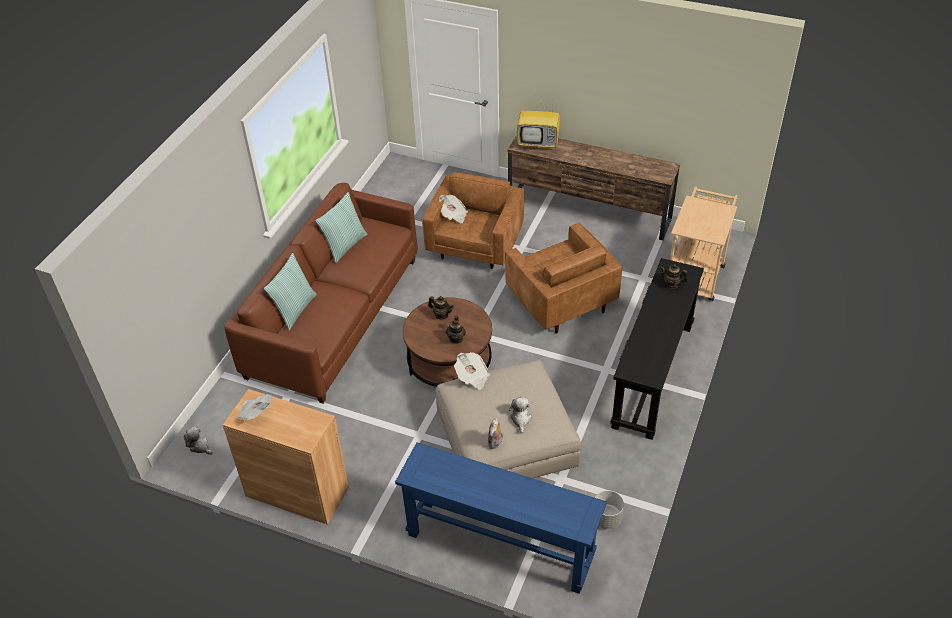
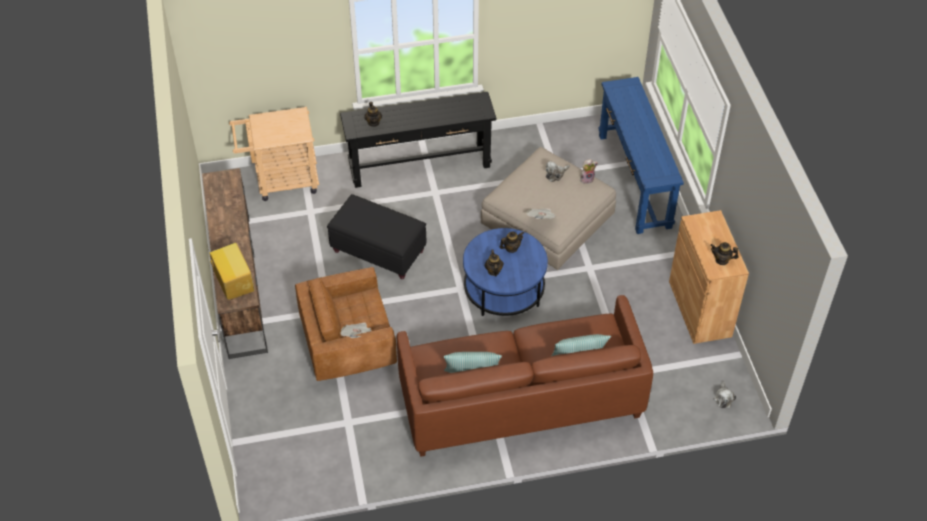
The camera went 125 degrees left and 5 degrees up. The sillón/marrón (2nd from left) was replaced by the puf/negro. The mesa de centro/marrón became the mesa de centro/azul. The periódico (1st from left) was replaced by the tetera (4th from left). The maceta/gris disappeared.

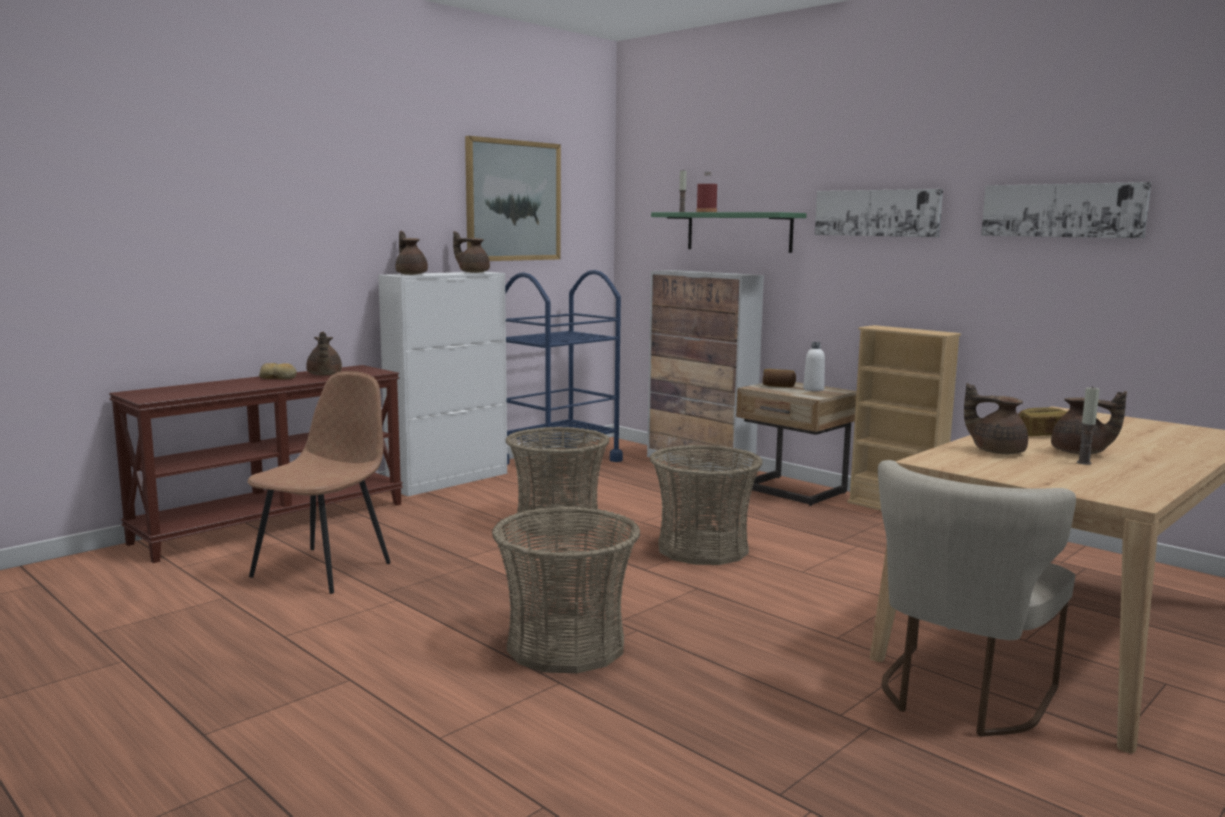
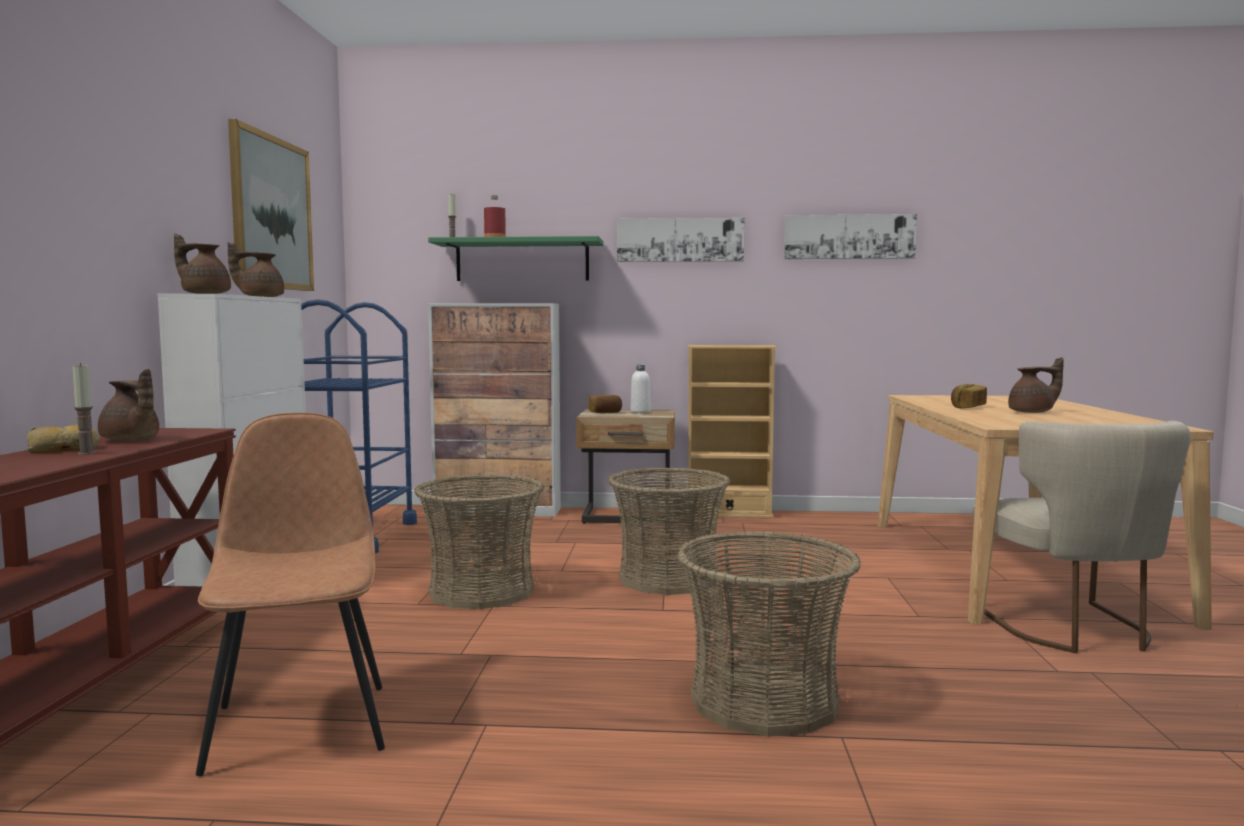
The camera went 40 degrees left and 5 degrees down. The vela (2nd from left in the first image) moved. The tetera/marrón (4th from left) disappeared.

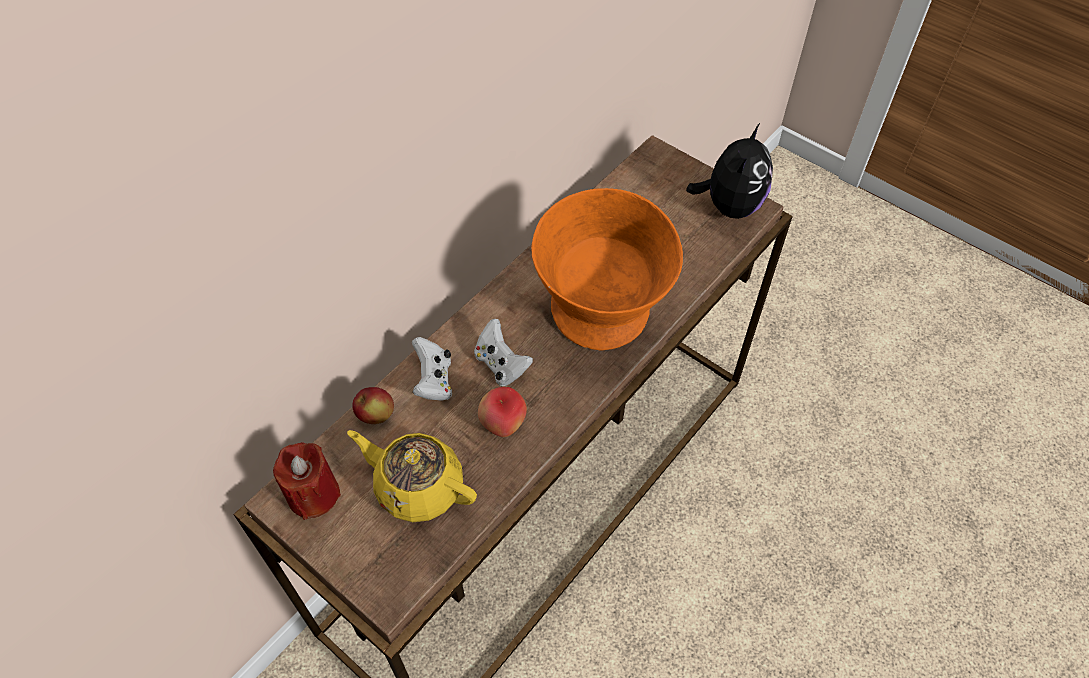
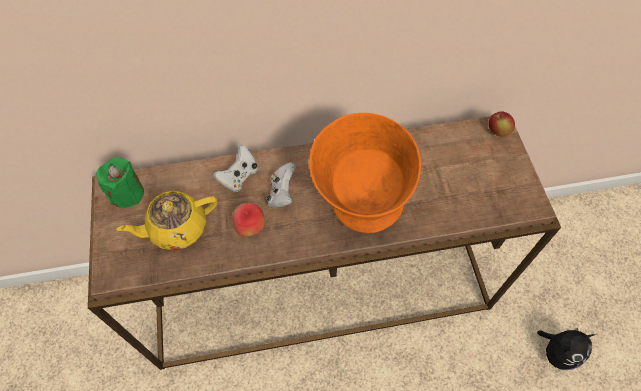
The camera went 40 degrees right and 5 degrees up. The vela/rojo became the vela/verde. The tetera/amarillo turned 90 degrees counterclockwise. The manzana (1st from left in the first image) moved. The peluche moved.

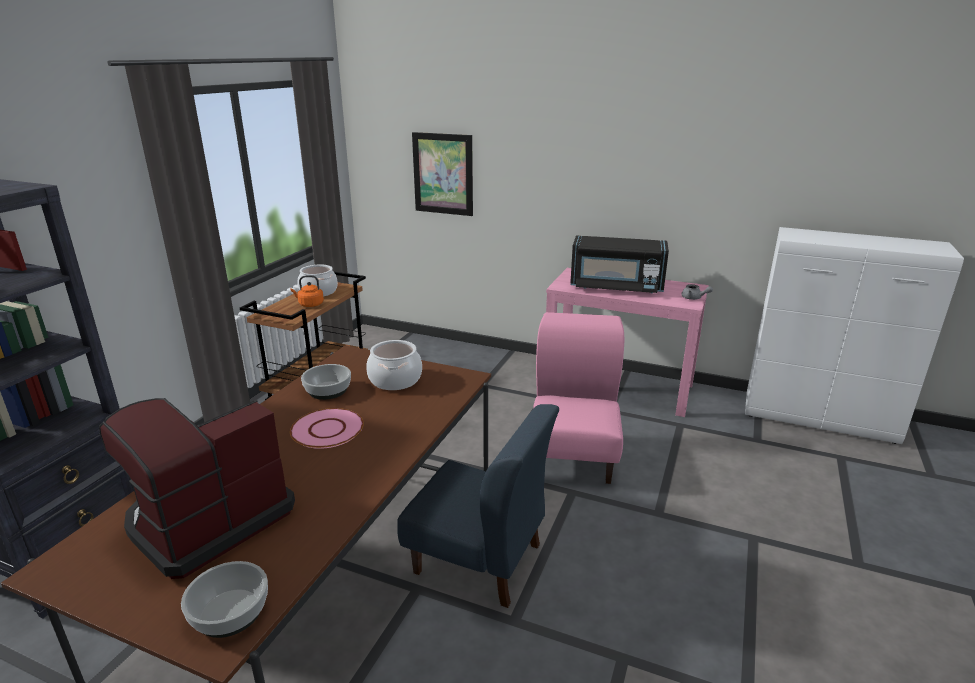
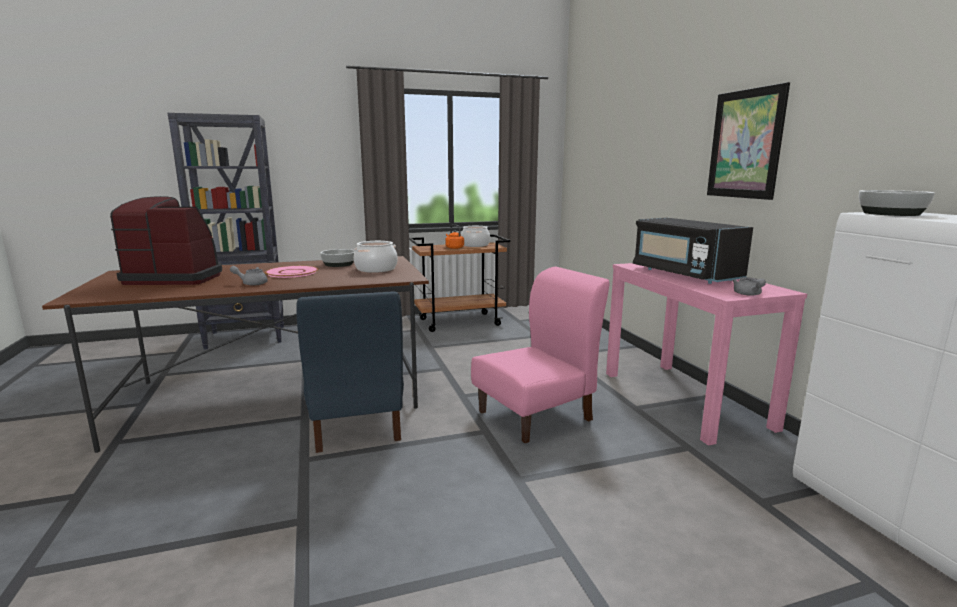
The camera went 50 degrees right and 10 degrees down. The tetera/gris (1st from left) appeared. The cuadro moved. The cuenco (1st from left in the first image) moved.

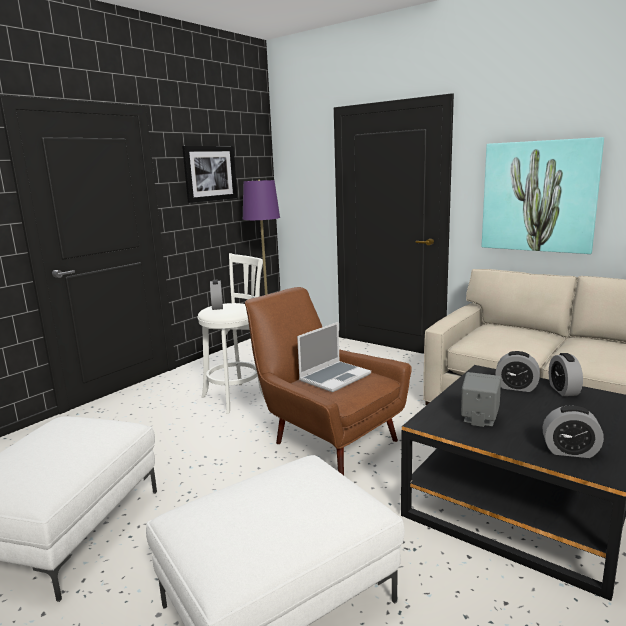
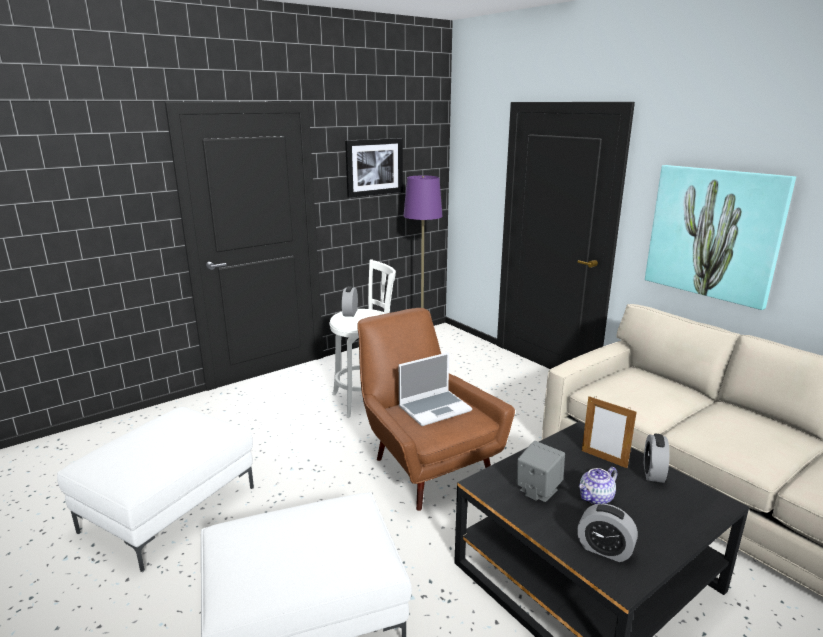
The camera went 15 degrees right and 5 degrees up. The tetera appeared. The despertador (2nd from left) was replaced by the portarretratos.

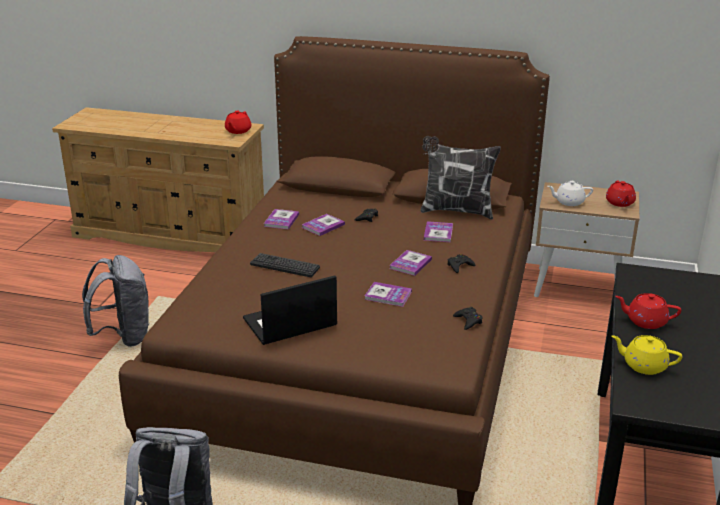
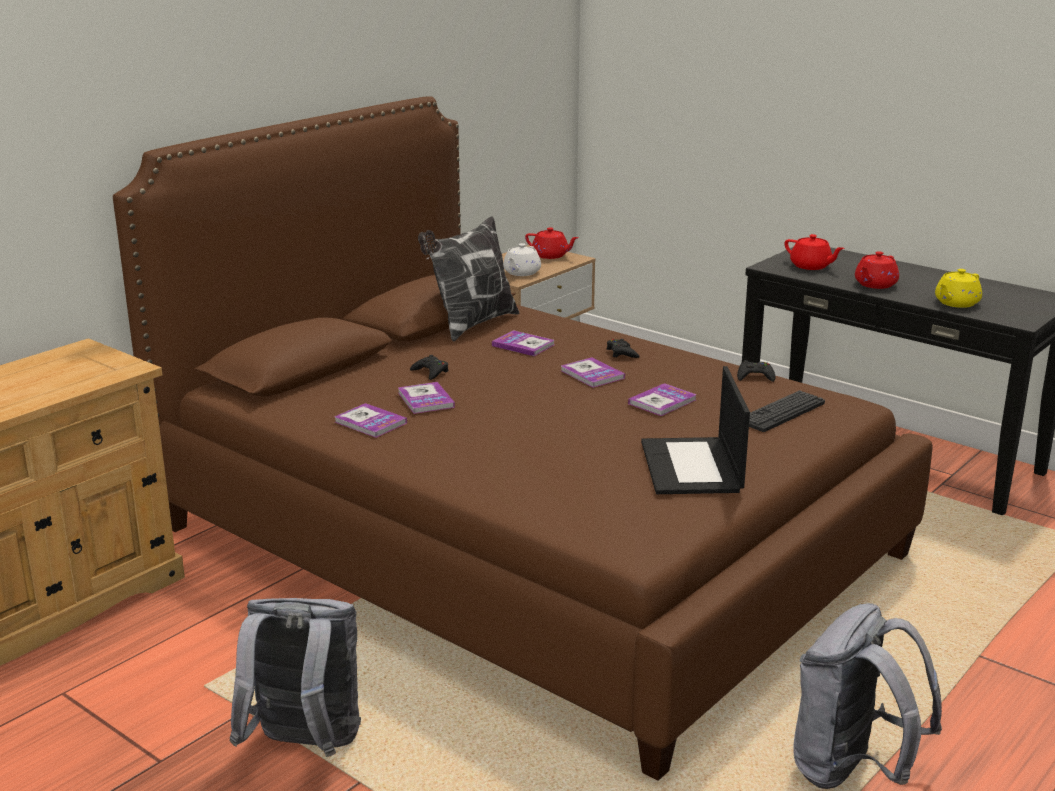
The camera went 65 degrees left and 5 degrees down. The teclado moved. The tetera/rojo (1st from left in the first image) moved.

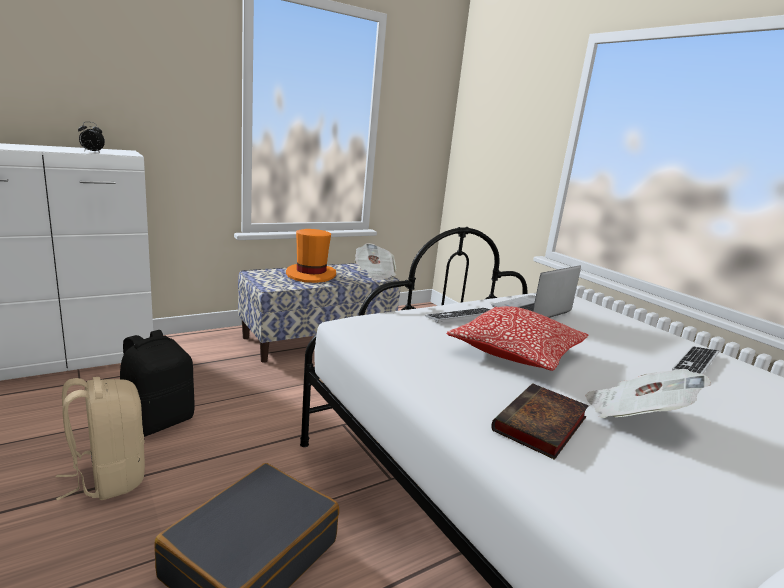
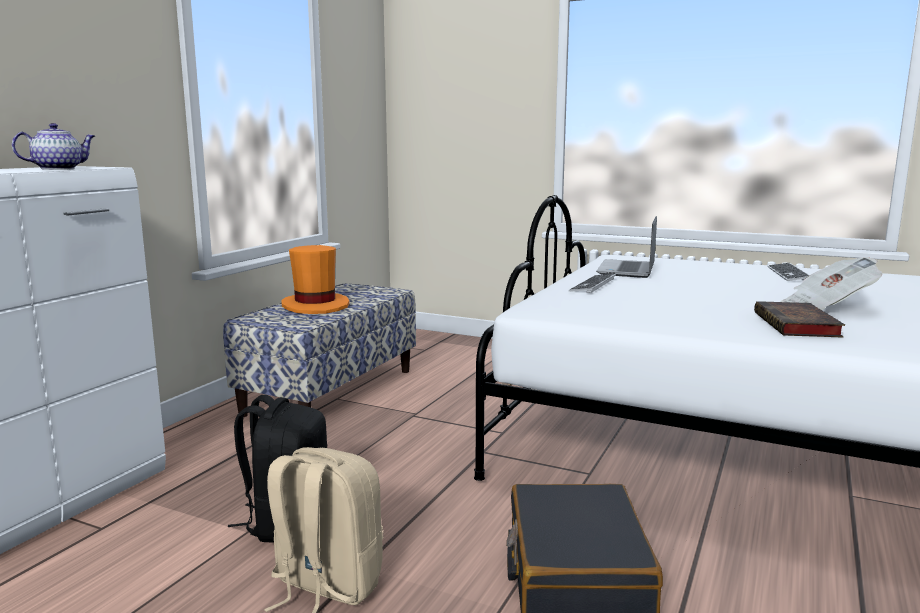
The camera went 30 degrees left and 5 degrees down. The despertador was replaced by the tetera. The periódico (1st from left) disappeared. The cojín disappeared.

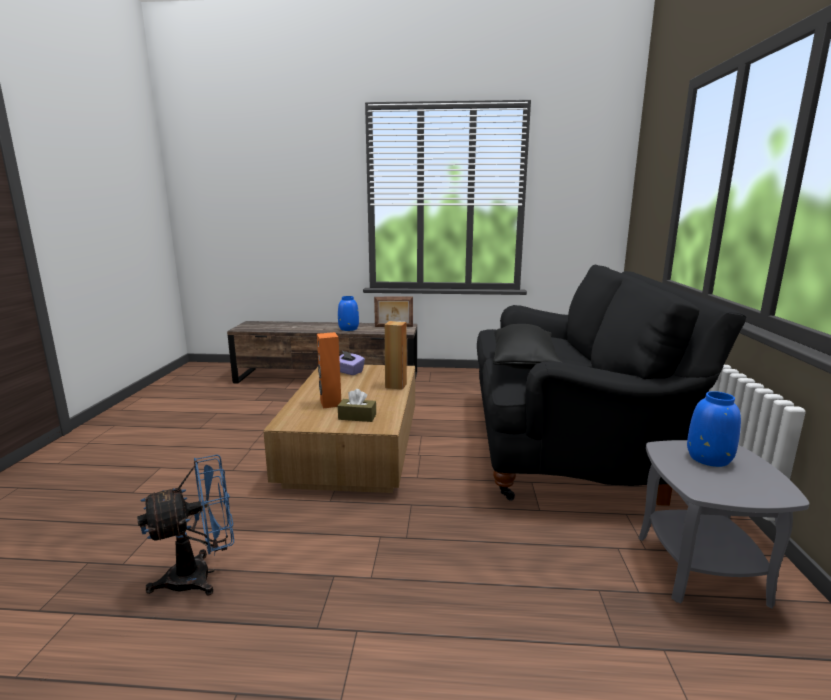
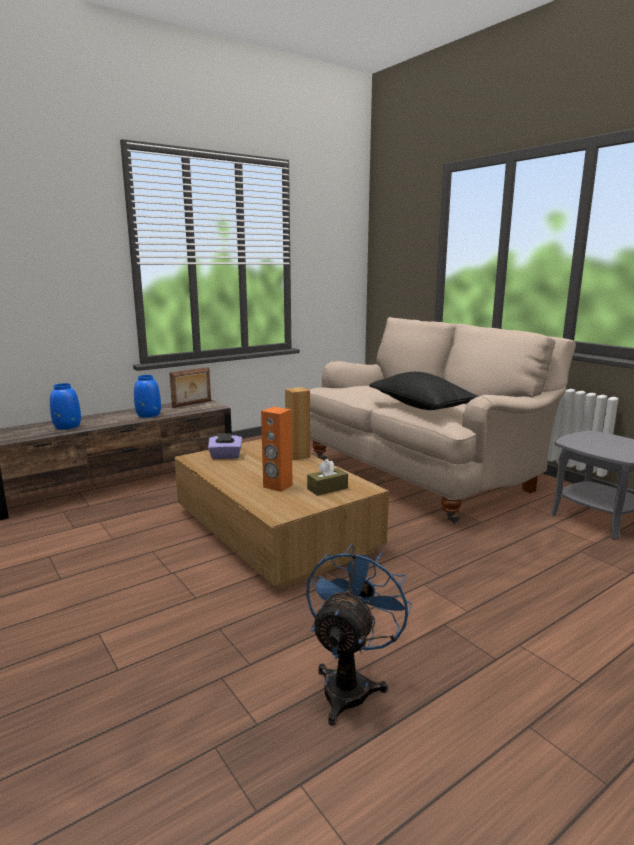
The camera went 40 degrees left and 0 degrees up. The florero/azul (2nd from left in the first image) moved. The sofá/negro became the sofá/beis.

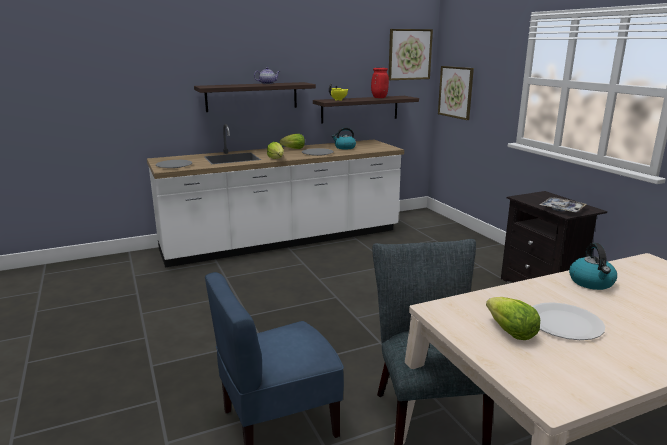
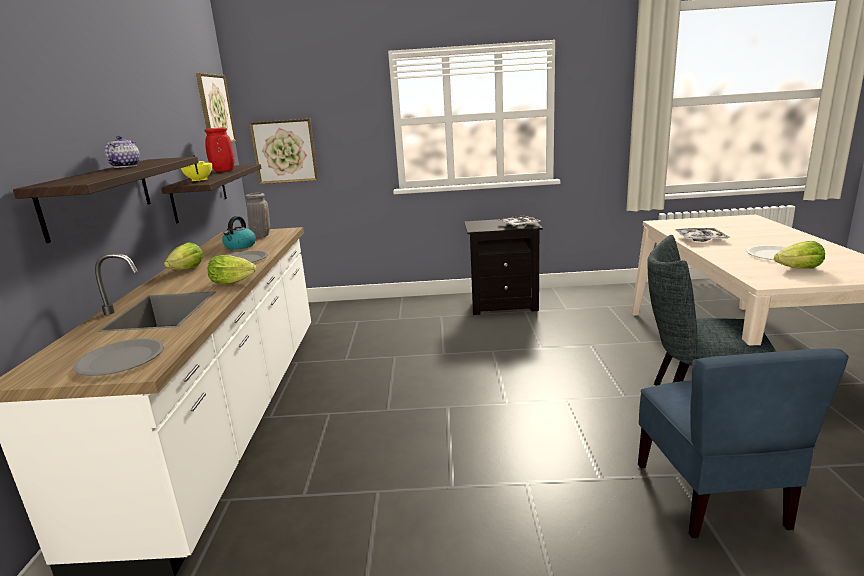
The camera went 65 degrees left and 0 degrees up. The florero/gris appeared. The hervidor (2nd from left) was replaced by the bandeja (2nd from left).

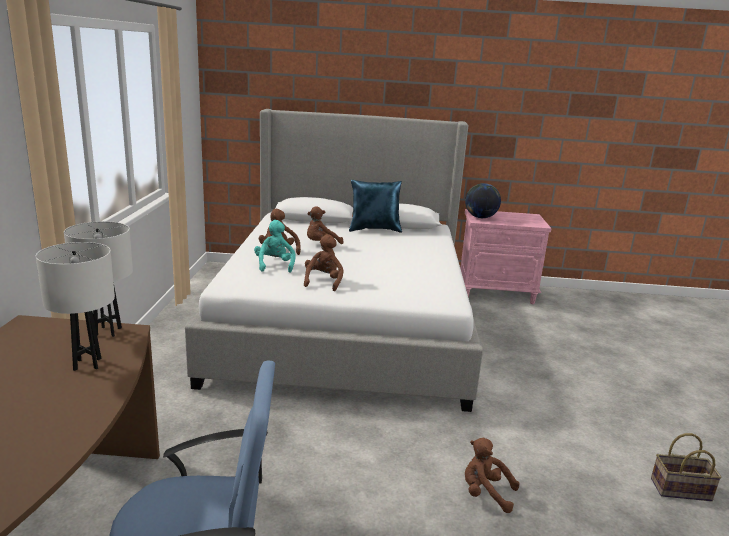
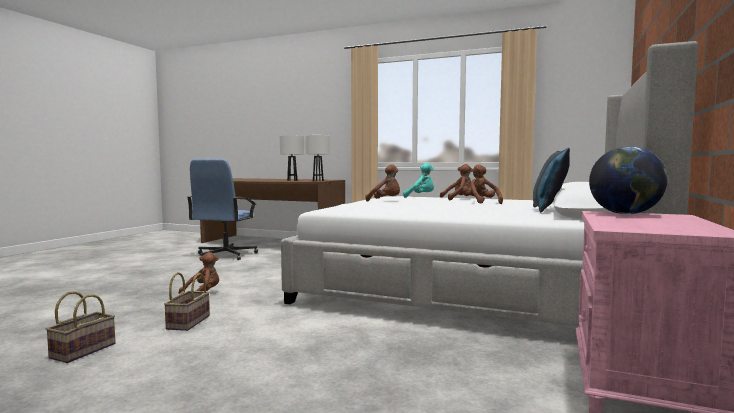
The camera went 110 degrees right and 15 degrees down. The cesta (2nd from left) appeared.

